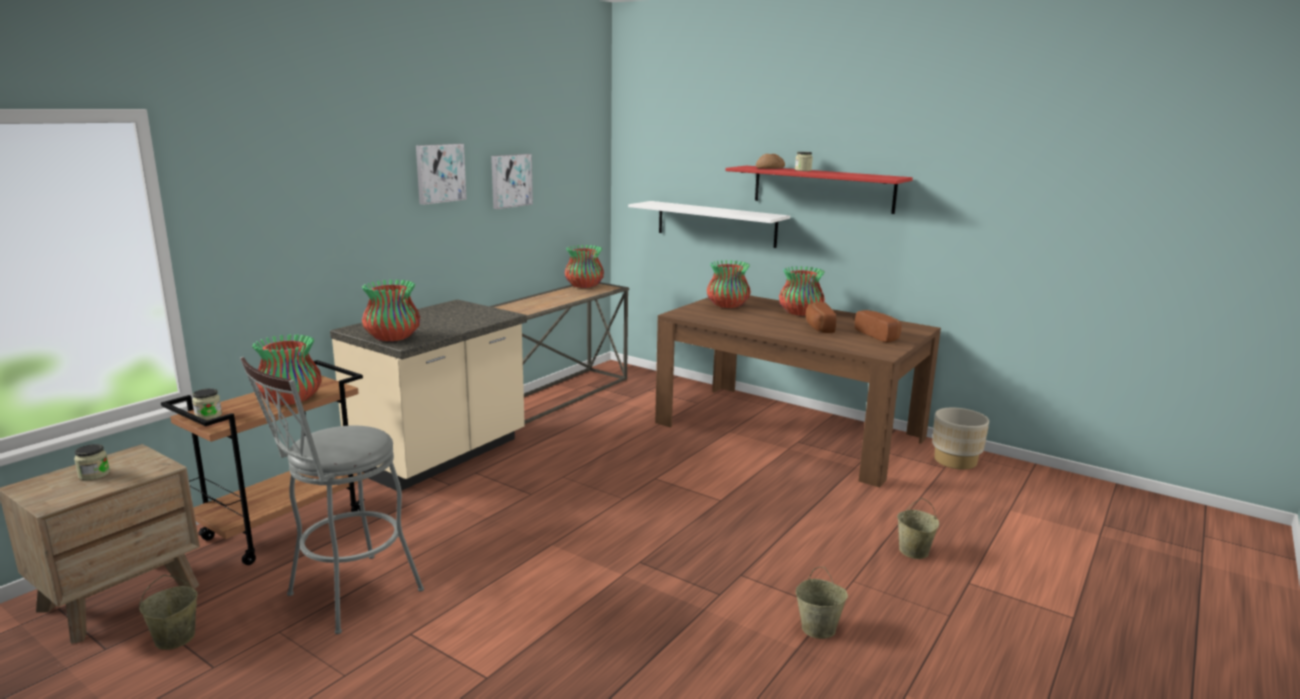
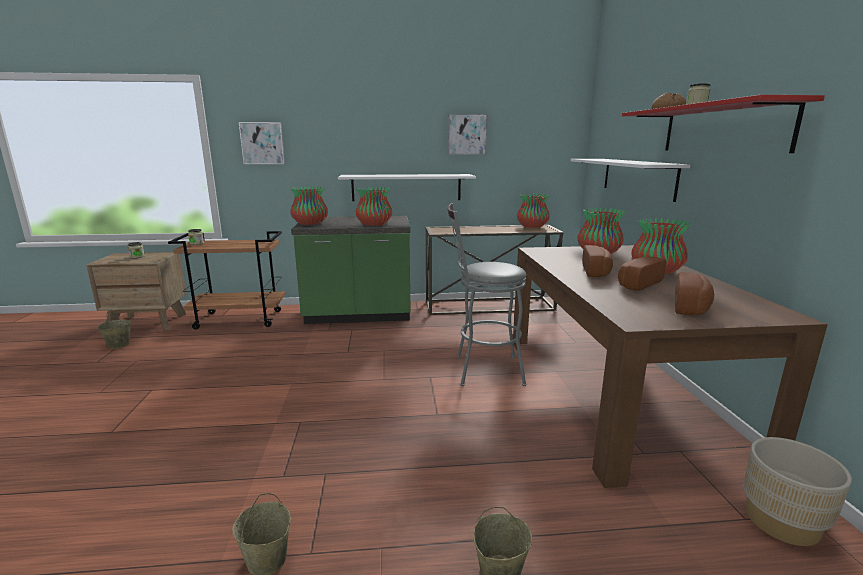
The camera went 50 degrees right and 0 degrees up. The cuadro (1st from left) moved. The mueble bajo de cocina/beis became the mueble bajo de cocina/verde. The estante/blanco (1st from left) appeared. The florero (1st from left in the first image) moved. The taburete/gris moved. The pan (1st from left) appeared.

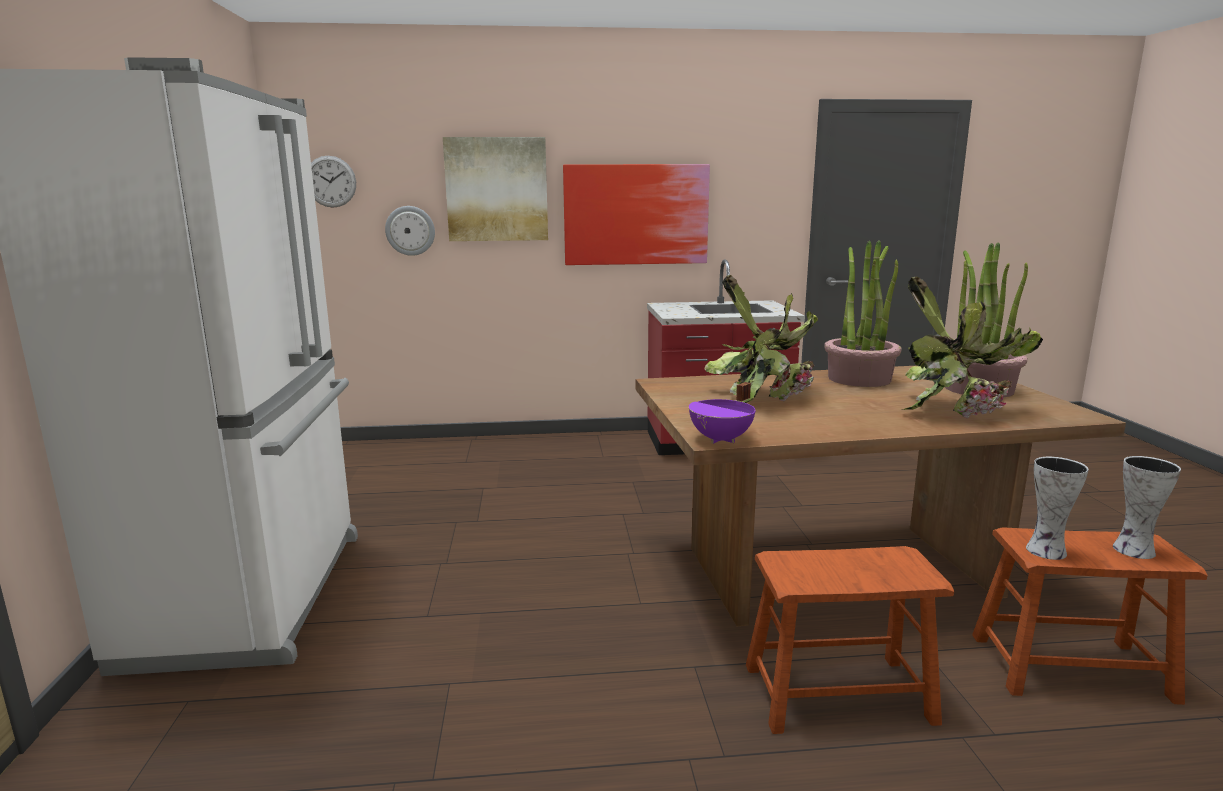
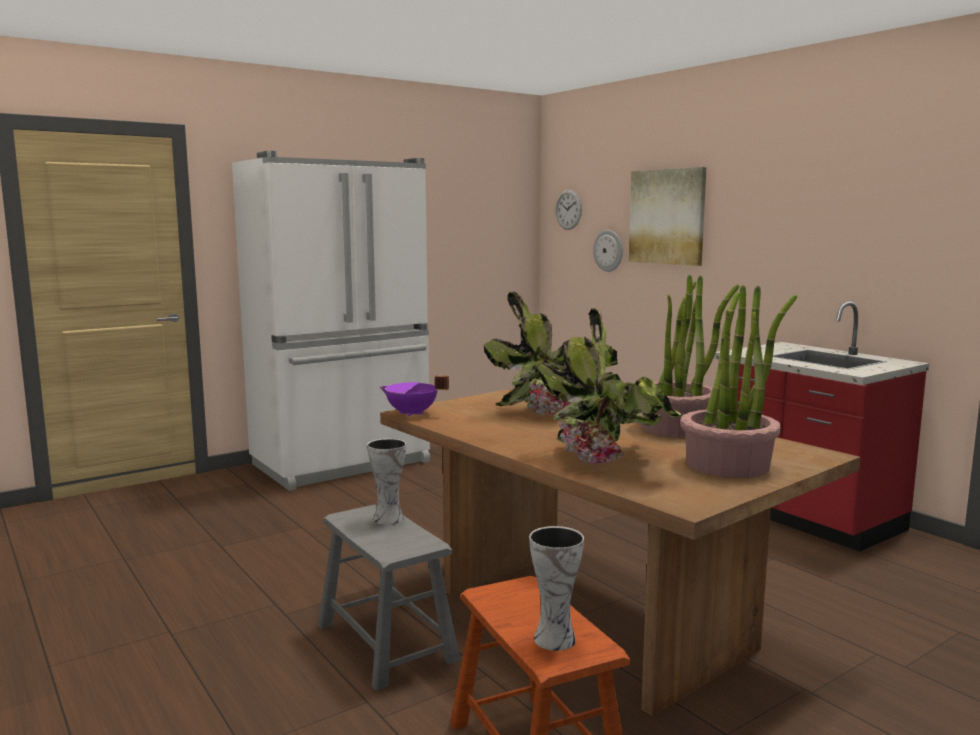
The camera went 60 degrees right and 5 degrees down. The taburete/marrón (1st from left) became the taburete/gris. The florero (1st from left) moved. The cuadro (2nd from left) disappeared.

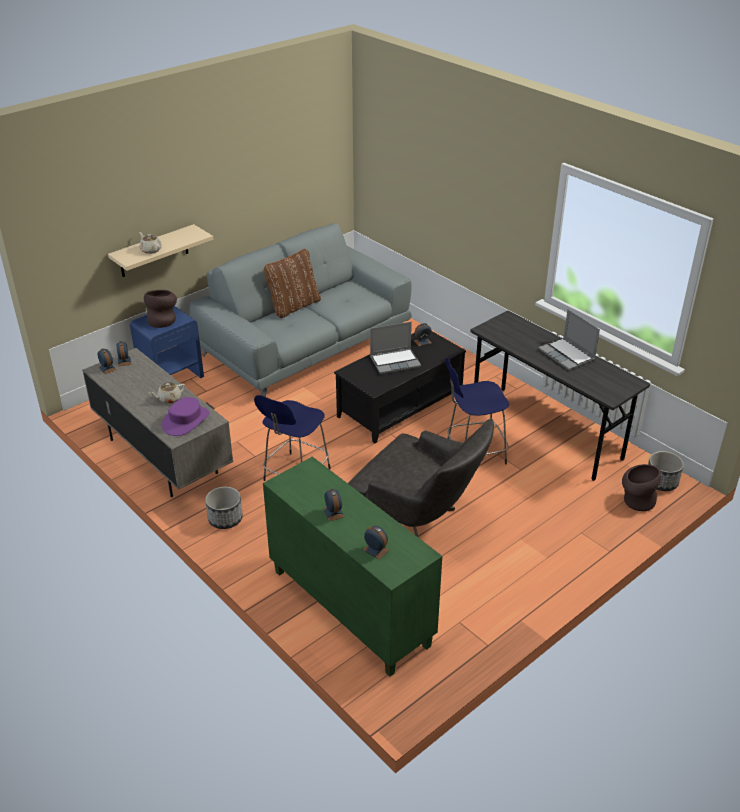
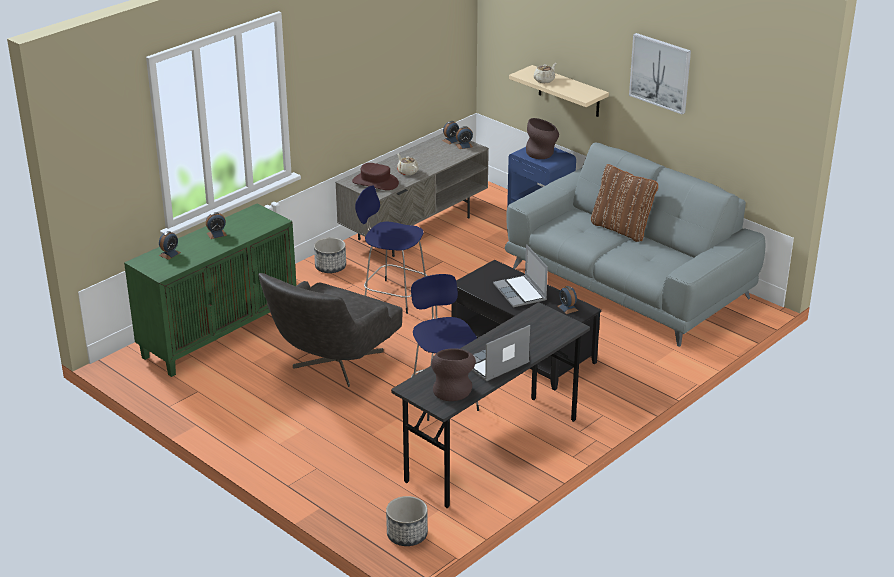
The camera went 85 degrees right and 5 degrees down. The sombrero/morado became the sombrero/marrón. The florero/marrón (2nd from left in the first image) moved. The cuadro appeared.

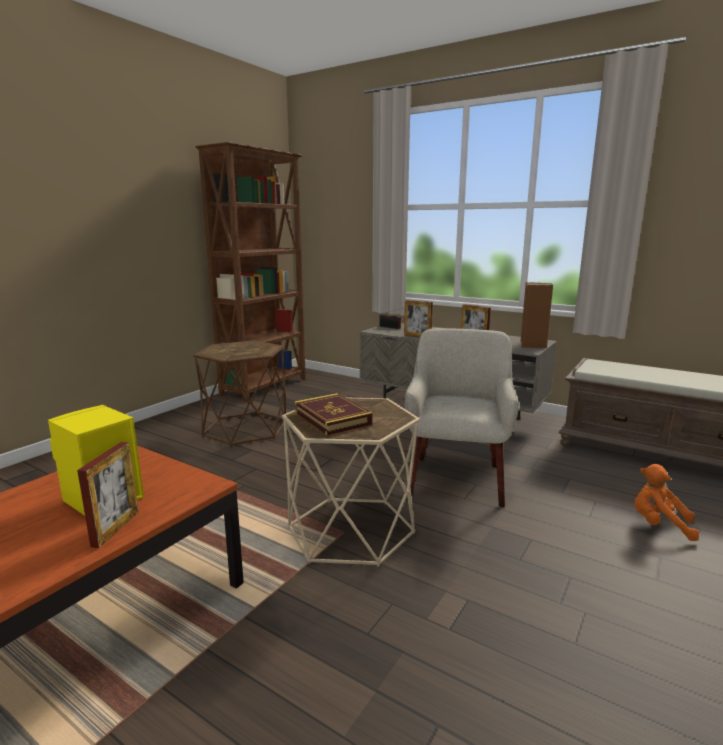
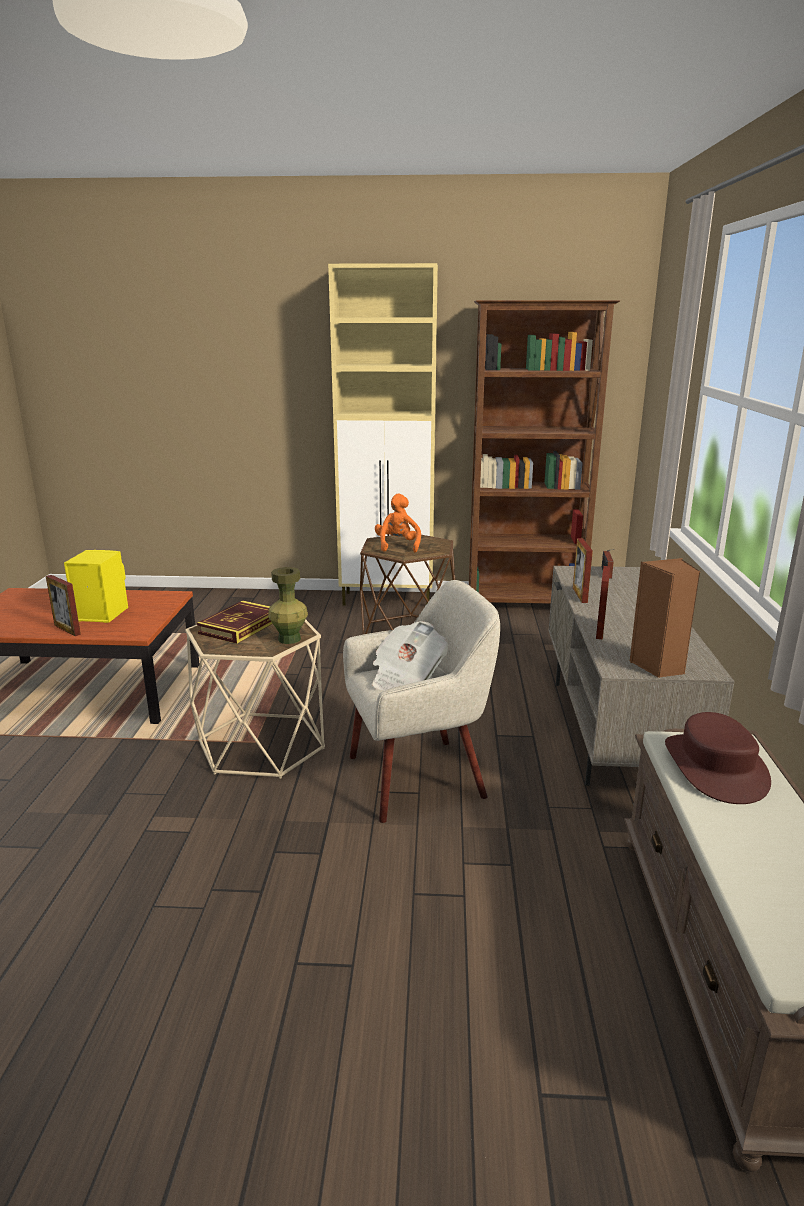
The camera went 60 degrees right and 5 degrees up. The portarretratos (1st from left) turned 60 degrees clockwise. The florero/verde appeared. The armario/beis appeared. The periódico appeared. The peluche/naranja moved. The sombrero/marrón appeared.

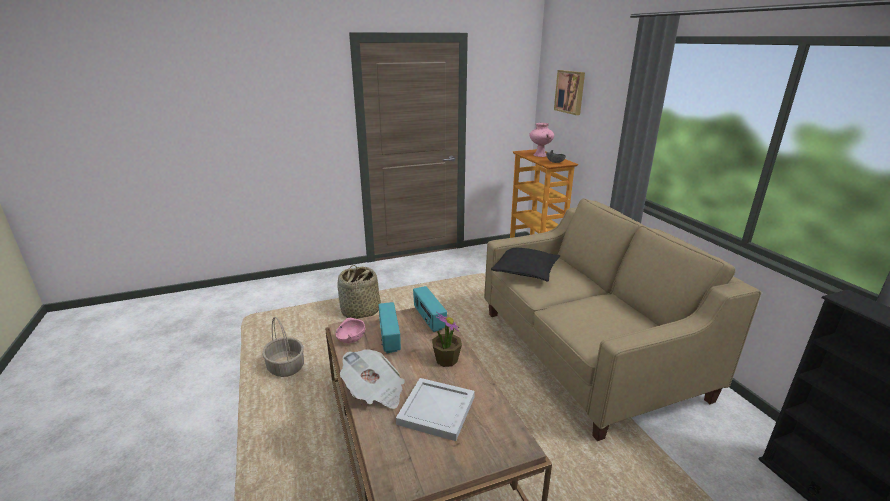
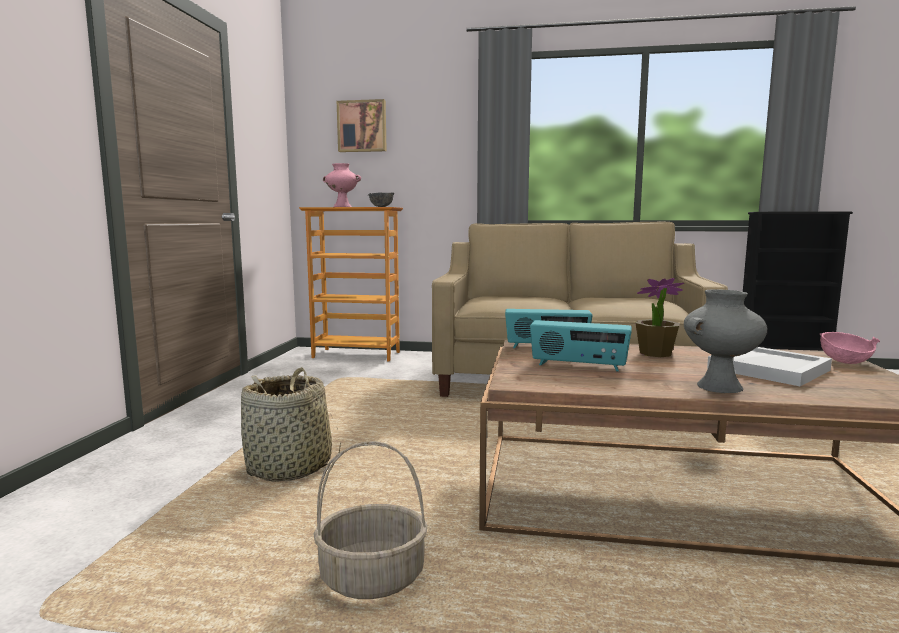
The camera went 60 degrees left and 15 degrees down. The periódico was replaced by the florero/gris. The cuenco/rosa moved. The cojín/negro disappeared.

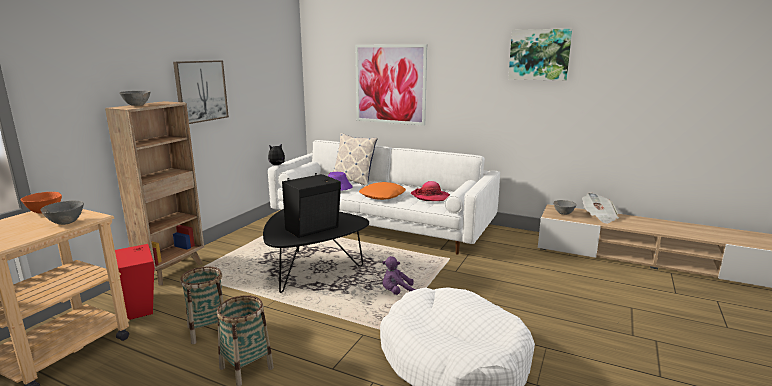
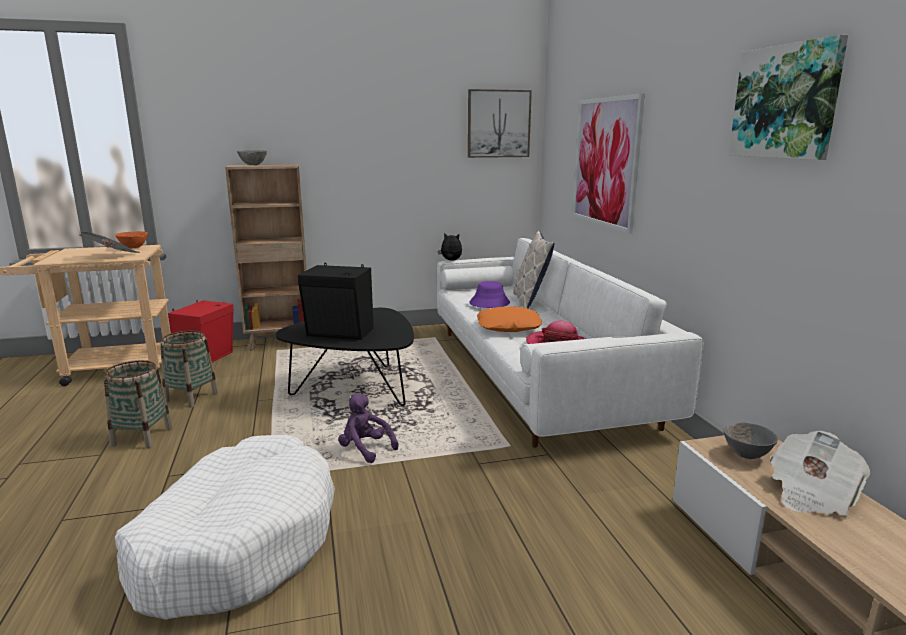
The camera went 50 degrees right and 0 degrees up. The cuenco/gris (1st from left) was replaced by the periódico (1st from left). The cuadro (1st from left) moved.

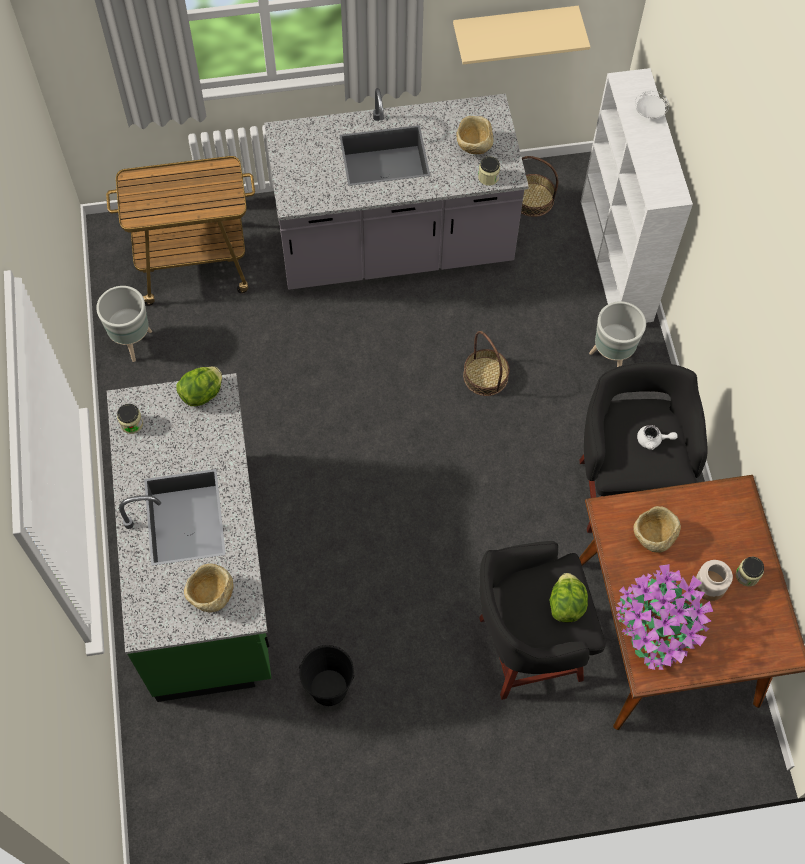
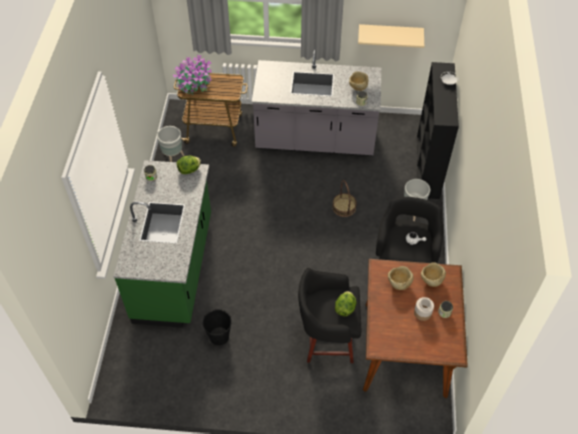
The camera went 15 degrees right and 10 degrees down. The planta en maceta moved. The estantería/blanco became the estantería/negro. The cuenco/beis (1st from left in the first image) moved. The cesta (2nd from left) disappeared.

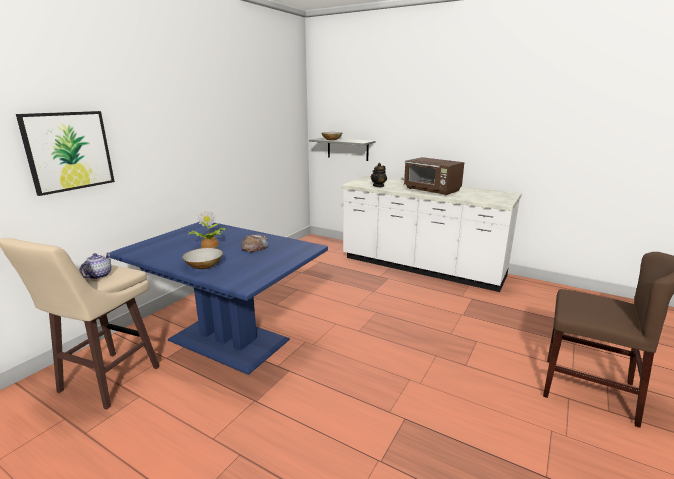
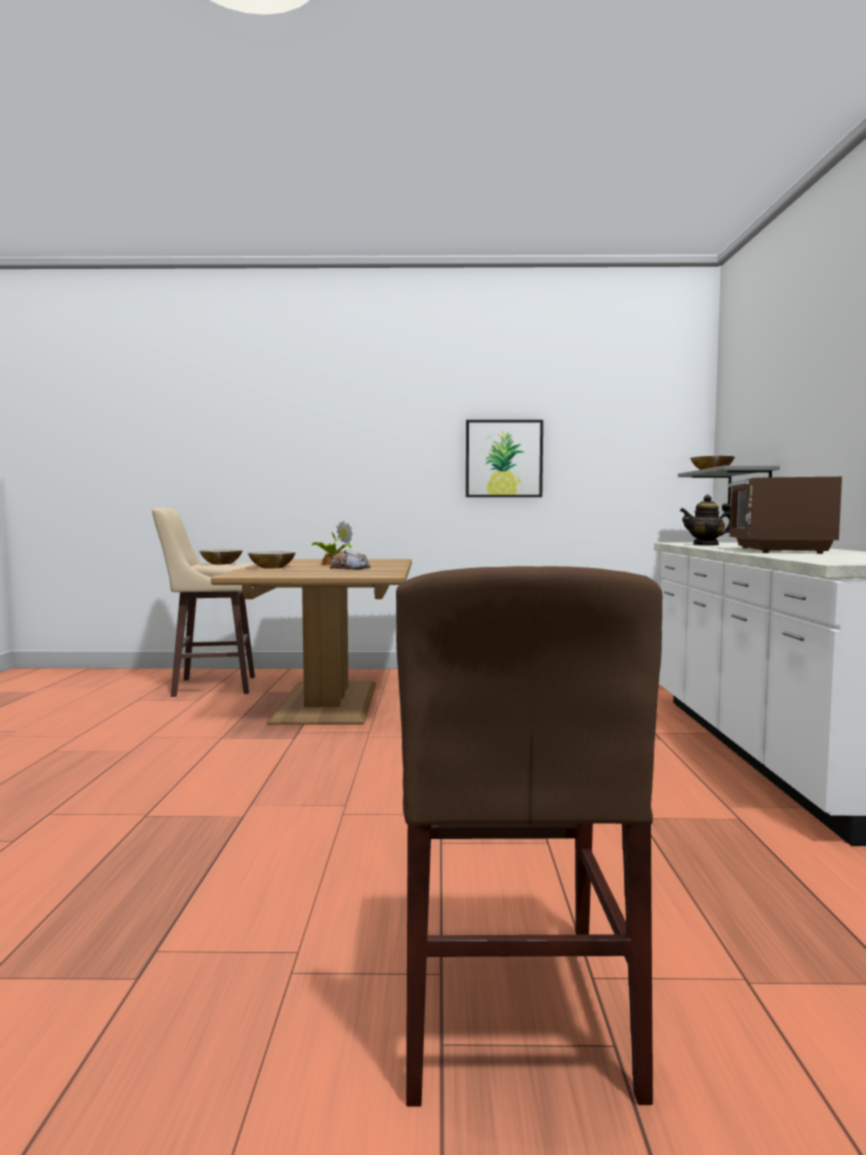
The camera went 60 degrees right and 15 degrees down. The tetera (1st from left) was replaced by the cuenco (1st from left). The mesa de comedor/azul became the mesa de comedor/marrón. The cuadro moved.

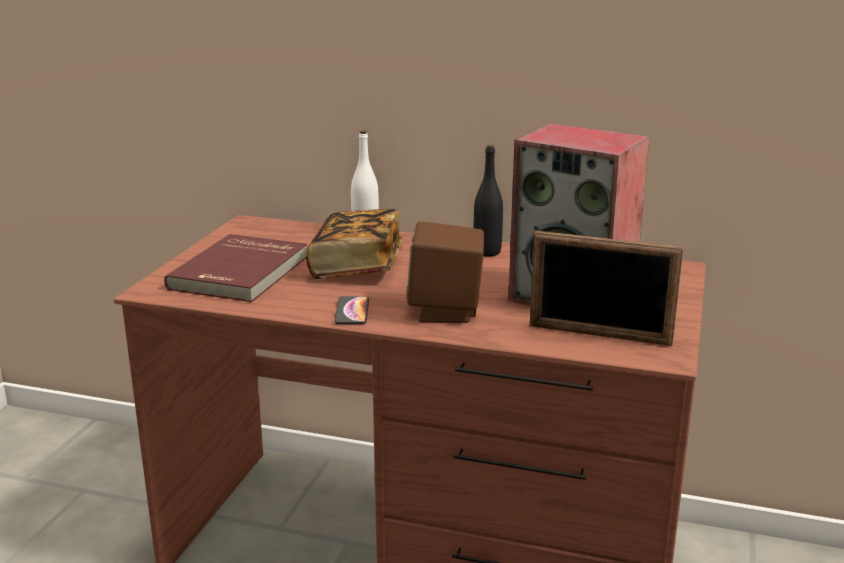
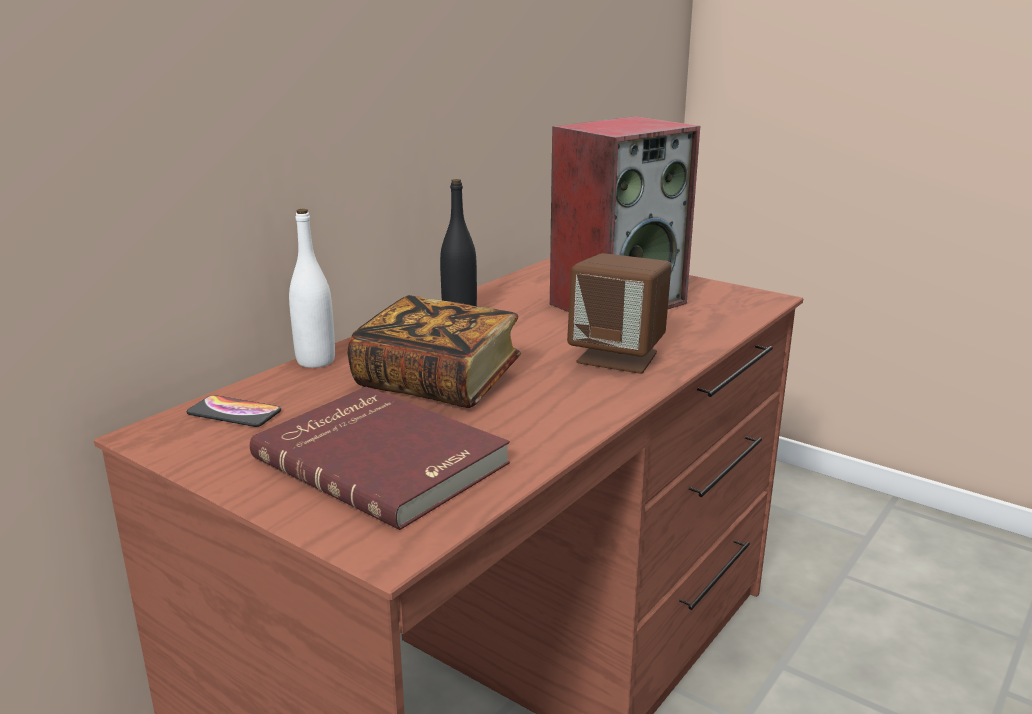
The camera went 70 degrees left and 0 degrees up. The móvil moved. The portarretratos disappeared.

